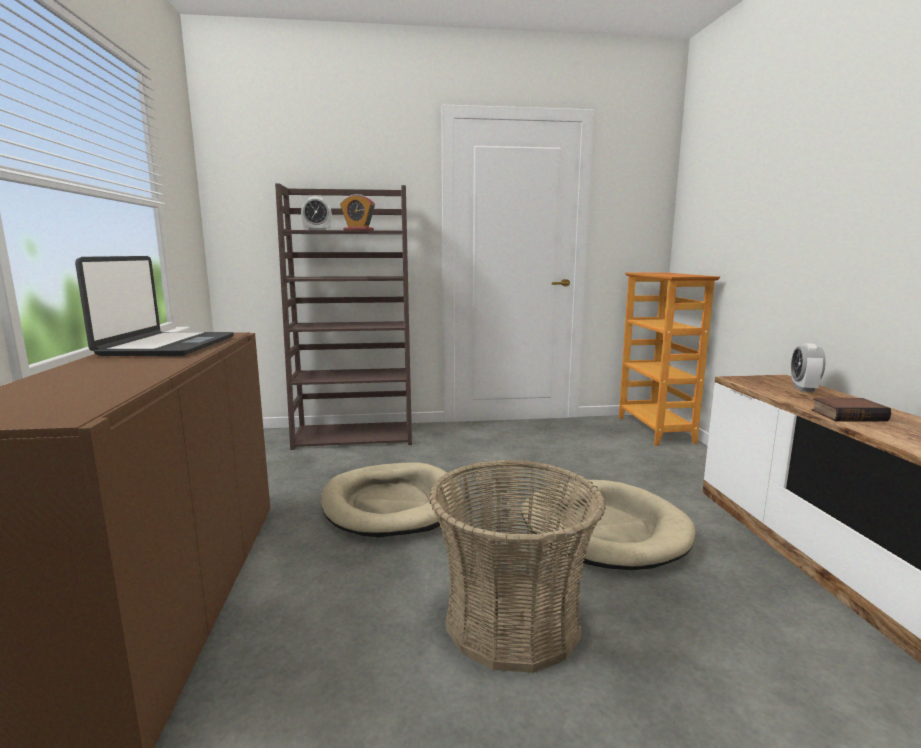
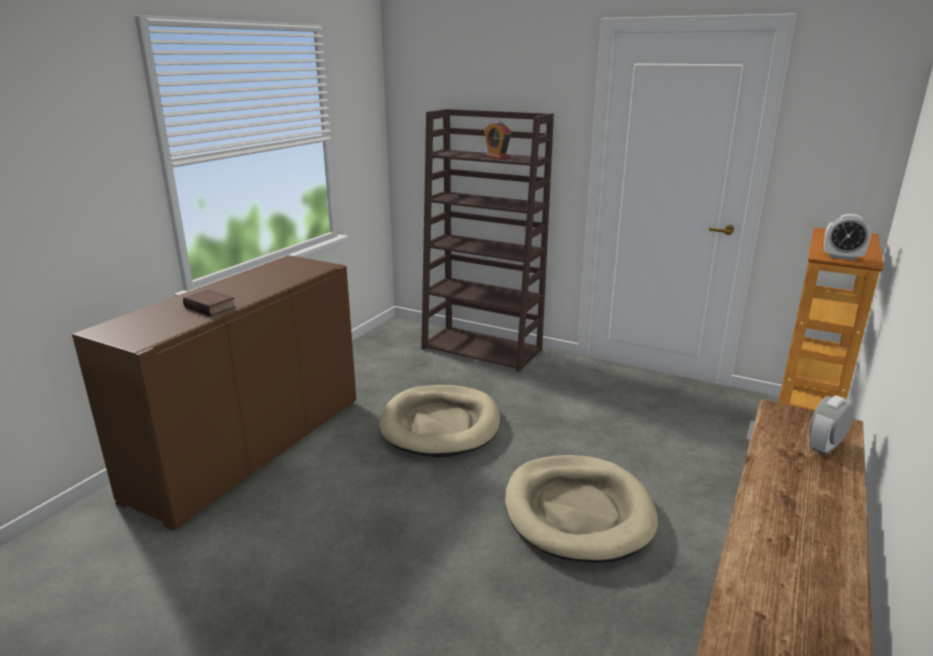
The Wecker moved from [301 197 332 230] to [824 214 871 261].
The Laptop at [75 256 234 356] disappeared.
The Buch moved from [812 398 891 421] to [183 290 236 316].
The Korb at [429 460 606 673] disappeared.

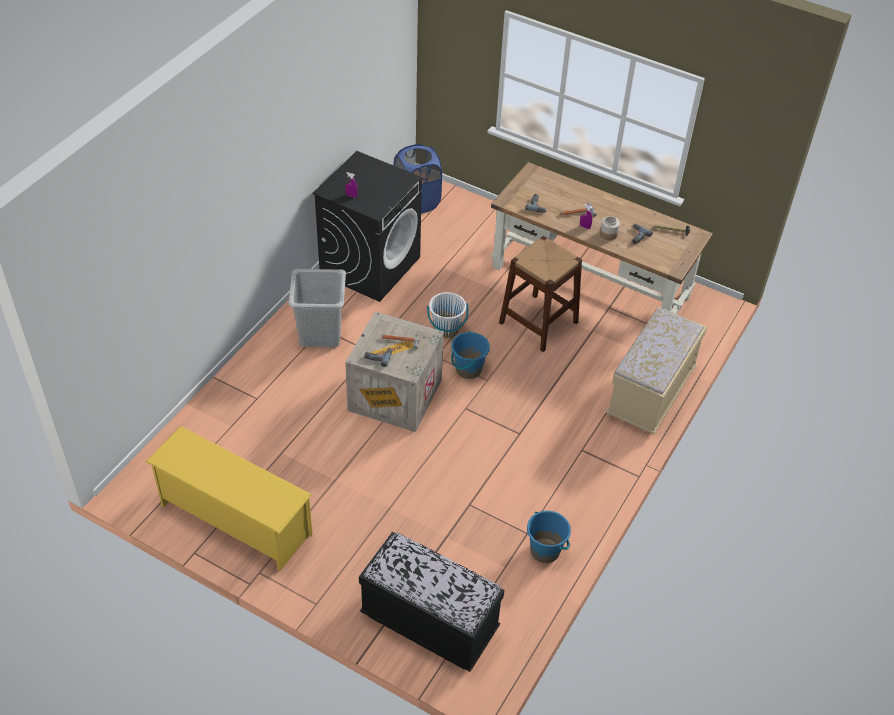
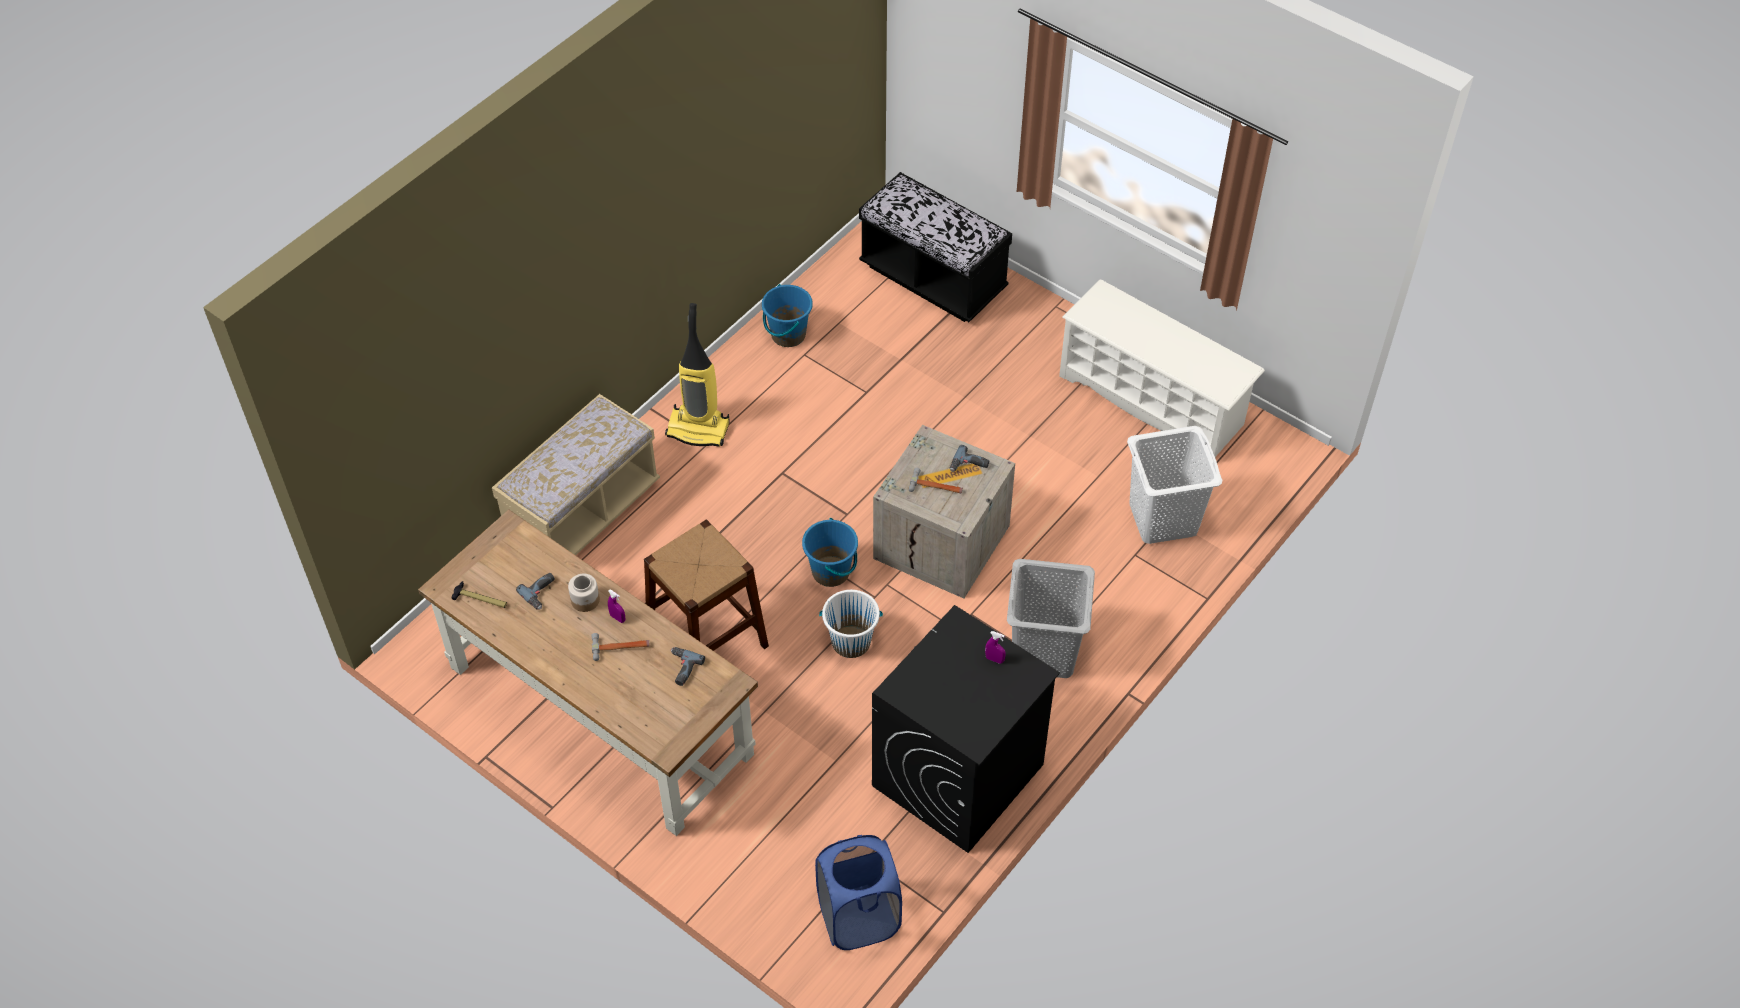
The Schuhregal/gelb at [146 426 313 571] became the Schuhregal/weiß at [1059 279 1265 458].
The Staubsauger at [665 303 730 447] appeared.
The Wäschekorb/weiß at [1127 426 1222 544] appeared.

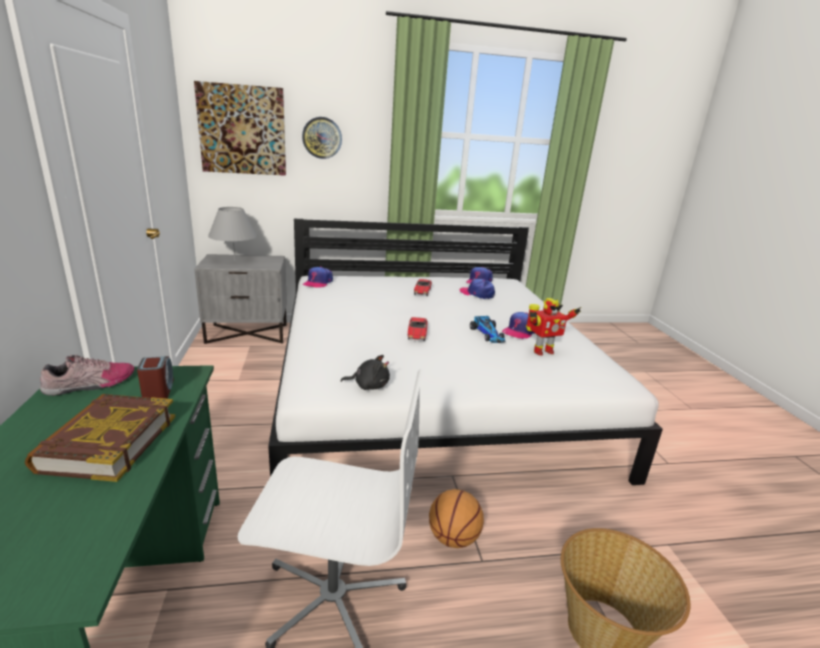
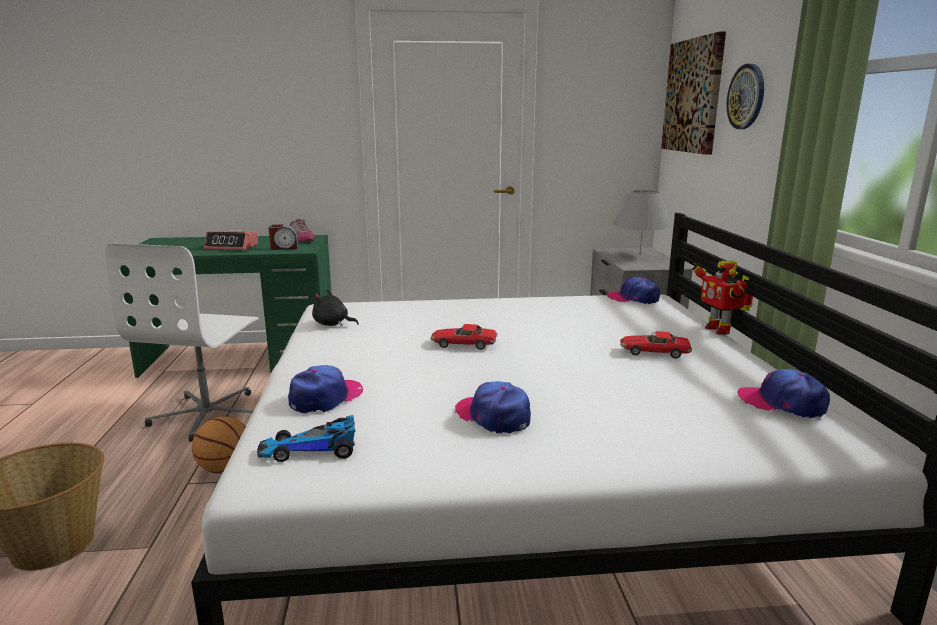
The Kappe moved from [459 279 495 299] to [288 365 363 413].
The Spielzeugroboter moved from [526 298 581 356] to [692 260 753 335].
The Spielzeugauto moved from [470 316 506 343] to [257 415 356 462].
The Plüschtier/schwarz at [341 355 390 390] turned 105 degrees clockwise.
The Buch at [25 394 175 482] was replaced by the Wecker at [204 230 258 250].

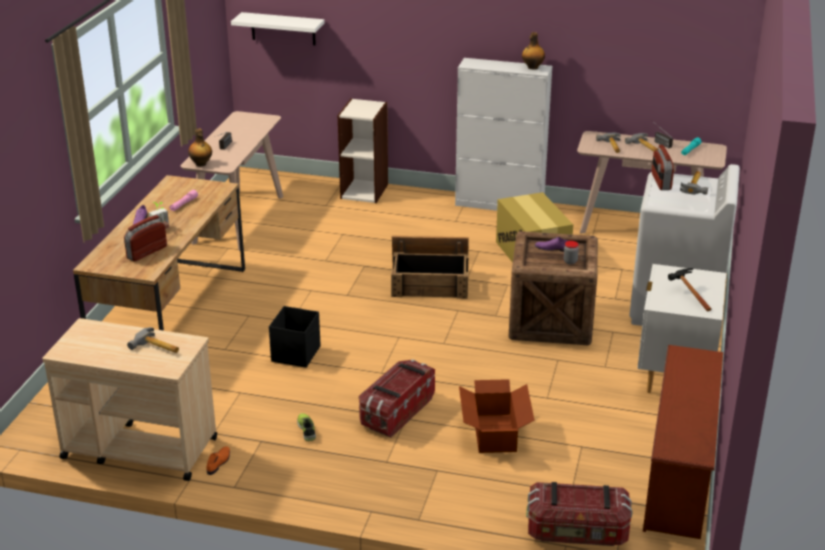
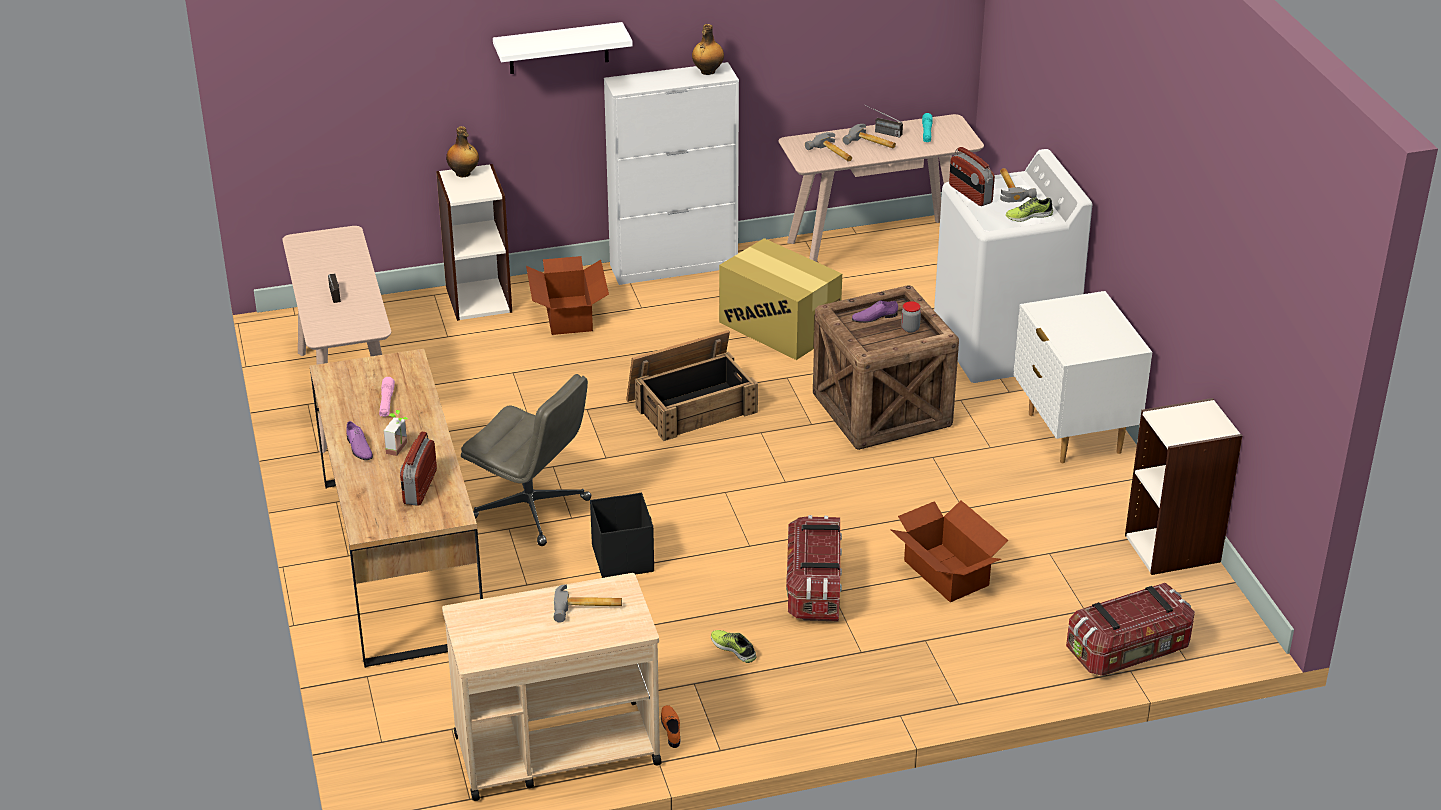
The Wandregal/weiß moved from [231 12 324 45] to [493 22 633 74].
The Flasche moved from [188 129 212 166] to [446 126 479 177].
The Hammer at [668 268 711 312] disappeared.
The Schuhregal/braun at [643 345 723 539] was replaced by the Bücherregal at [1125 398 1242 575].
The Schuh at [1006 197 1053 222] appeared.
The Karton at [526 256 609 335] appeared.
The Bürostuhl/grau at [461 374 592 546] appeared.

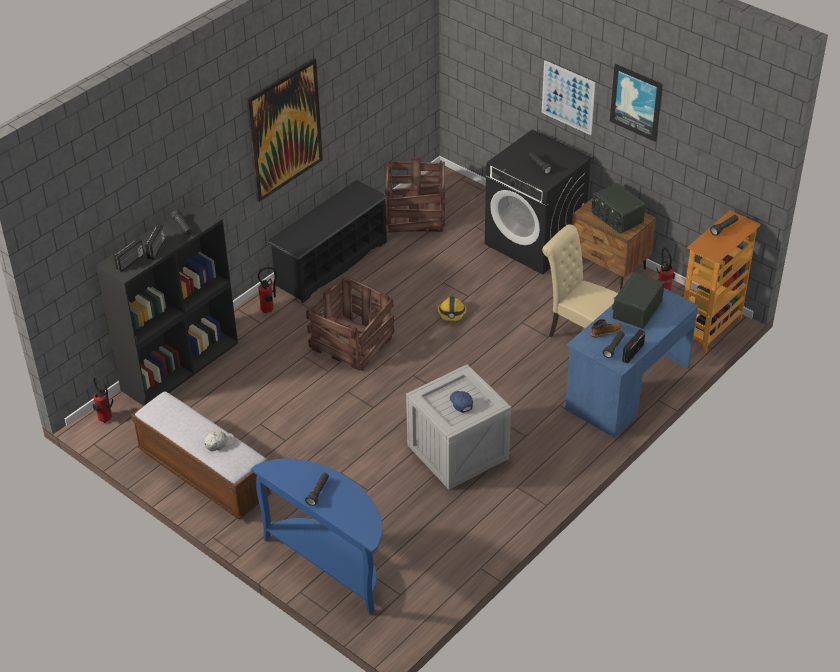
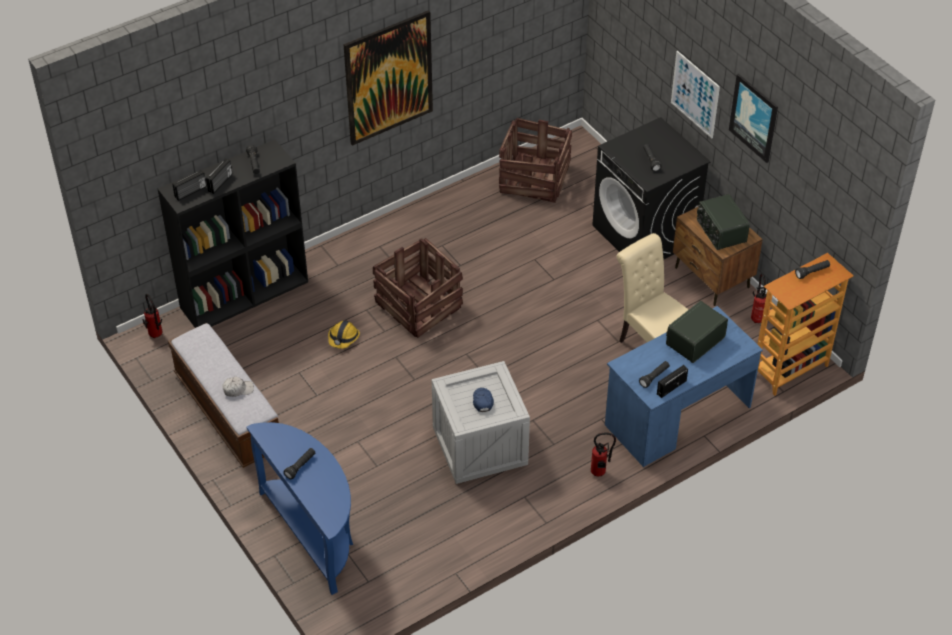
The Schuhregal/schwarz at [266 180 388 303] disappeared.
The Feuerlöscher moved from [258 267 277 313] to [591 432 616 476].
The Schutzhelm moved from [438 296 467 321] to [328 320 360 349].
The Stiefel at [590 319 623 338] disappeared.

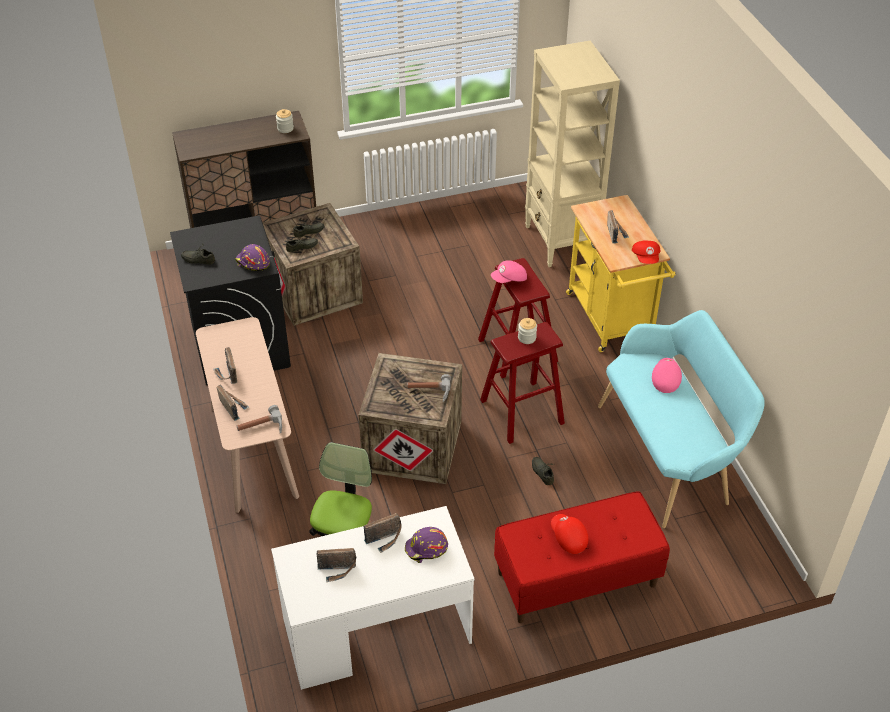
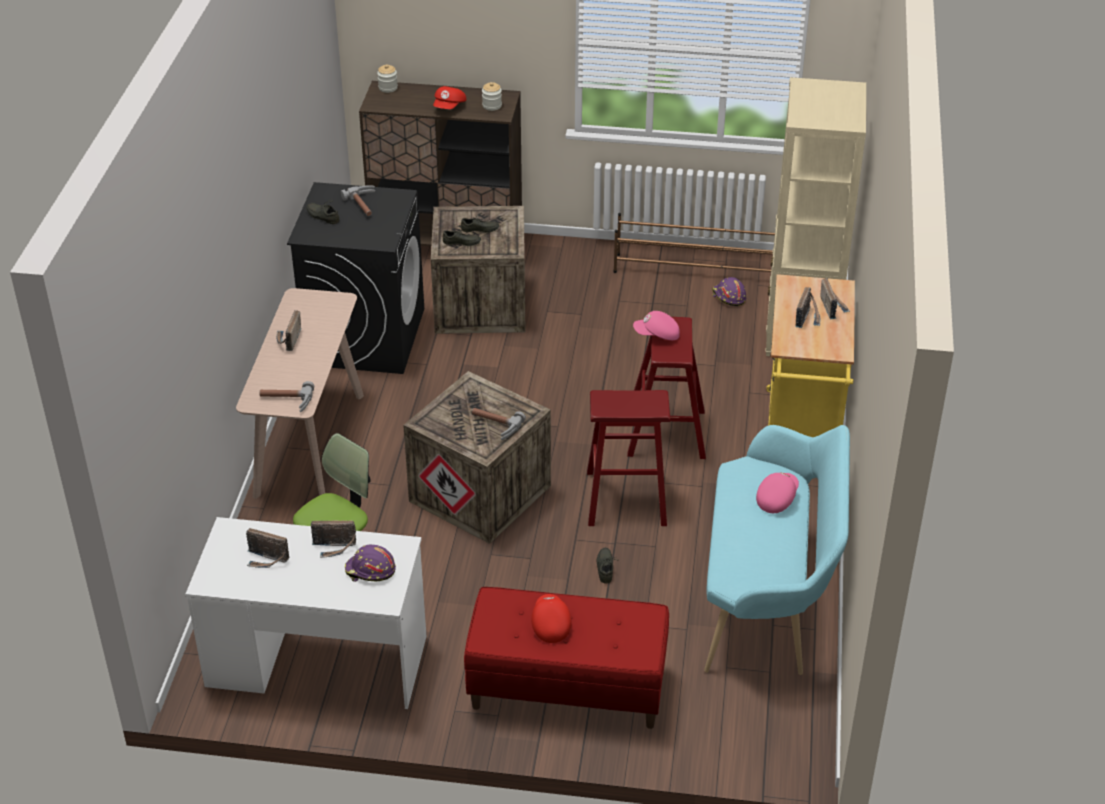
The Kappe/rot moved from [632 240 661 264] to [433 86 467 109].
The Schutzhelm/lila moved from [235 244 270 271] to [712 277 746 306].
The Vorratsglas moved from [518 318 537 344] to [377 64 398 93].
The Radio moved from [216 384 249 421] to [820 278 850 319].
The Hammer at [341 185 375 216] appeared.
The Schuhregal/braun at [613 213 775 273] appeared.

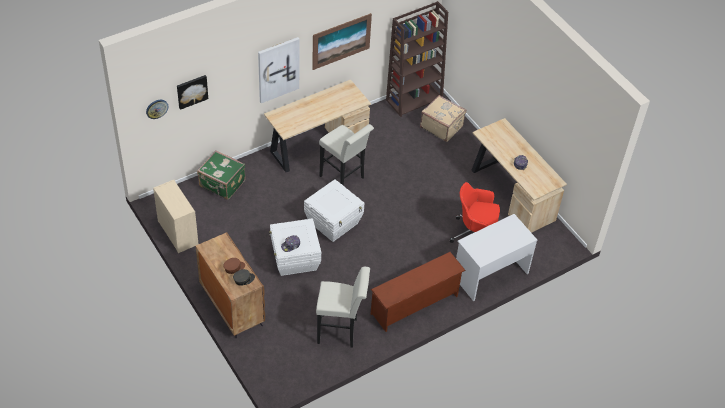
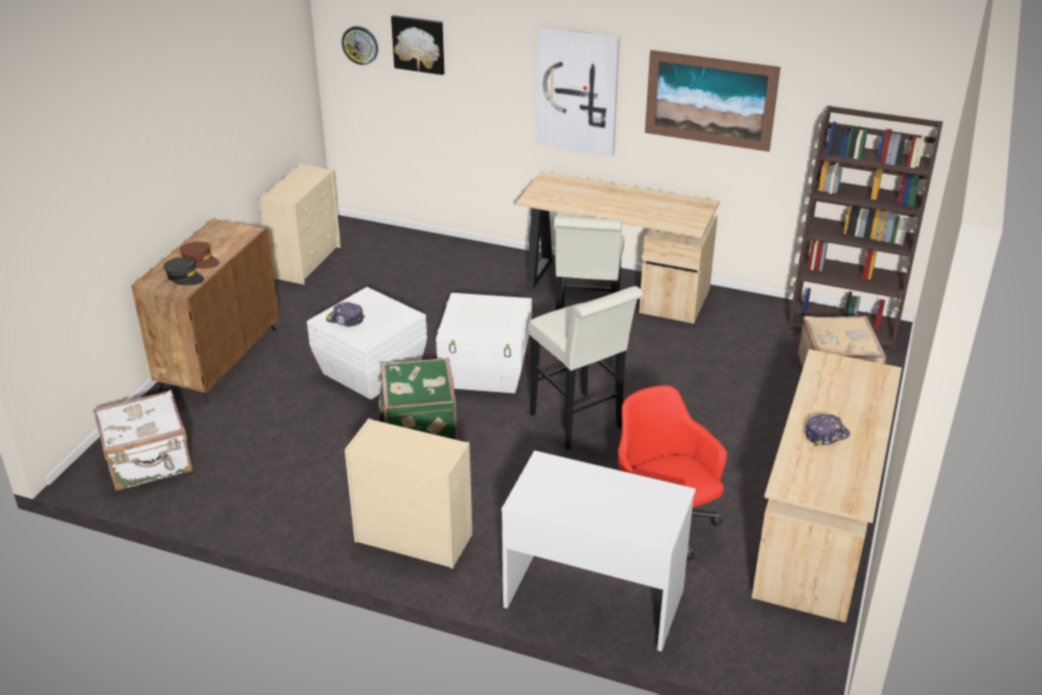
The Koffer/grün moved from [197 151 246 200] to [378 358 458 440].
The Schuhregal/braun at [371 252 466 332] was replaced by the Kommode/beige at [345 418 472 569].
The Hocker/weiß moved from [316 267 370 348] to [529 286 643 450].
The Koffer/weiß at [93 390 193 491] appeared.

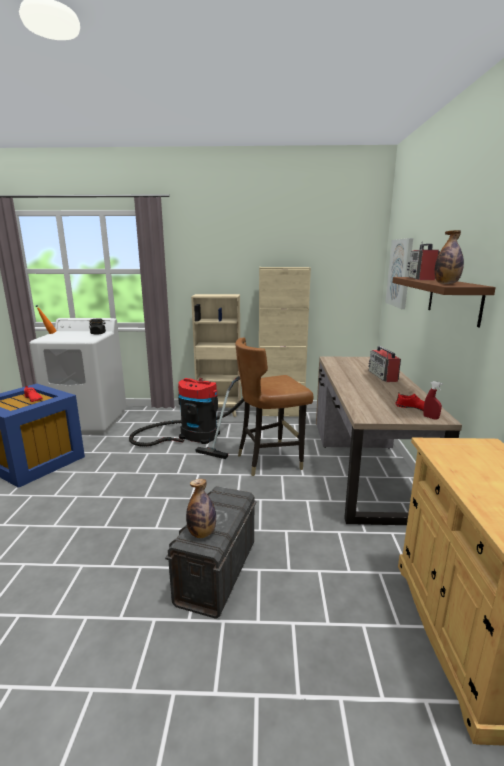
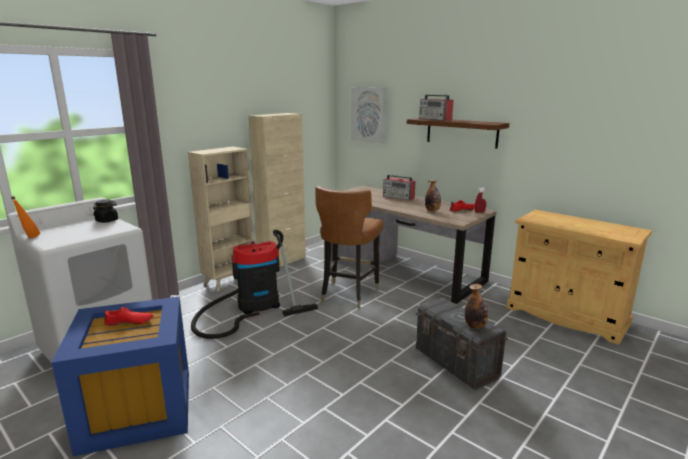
The Flasche moved from [434 230 464 284] to [425 180 441 211].

